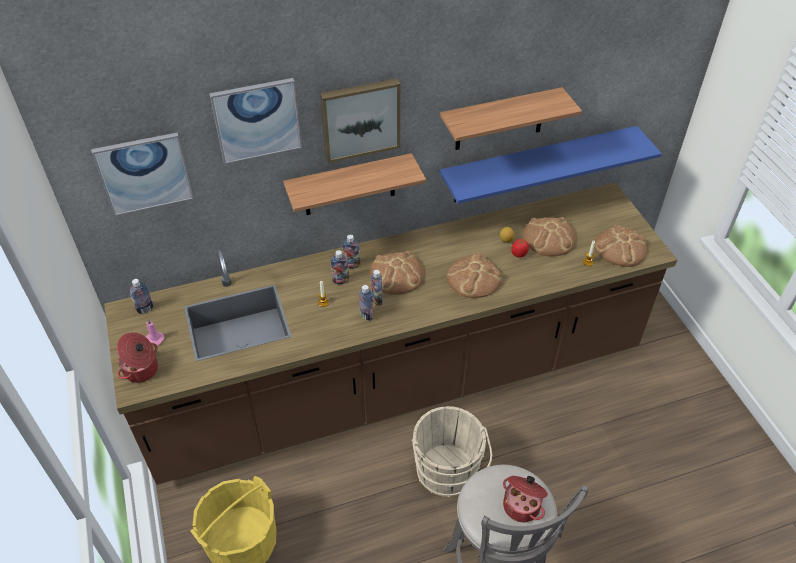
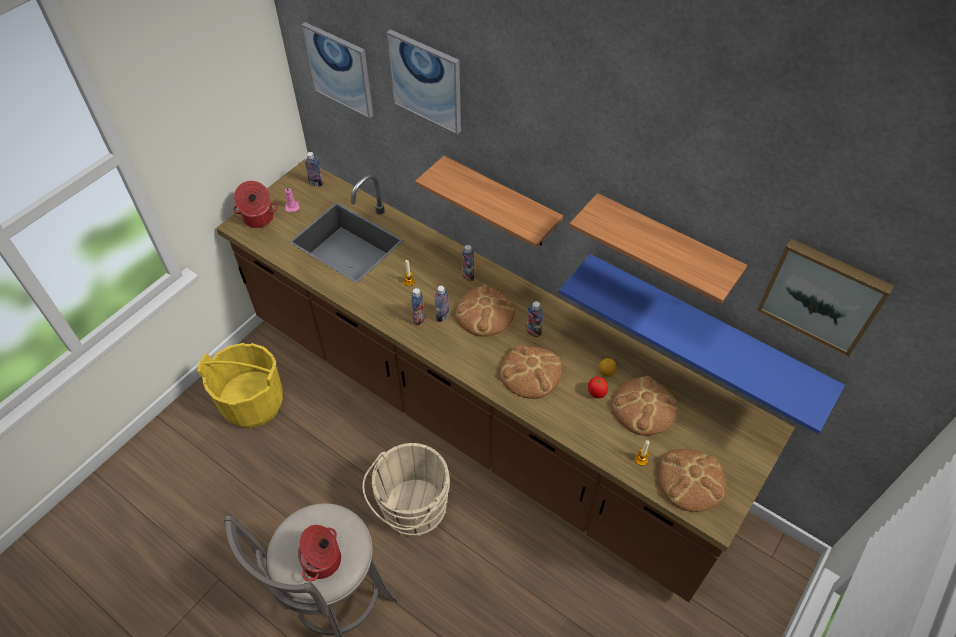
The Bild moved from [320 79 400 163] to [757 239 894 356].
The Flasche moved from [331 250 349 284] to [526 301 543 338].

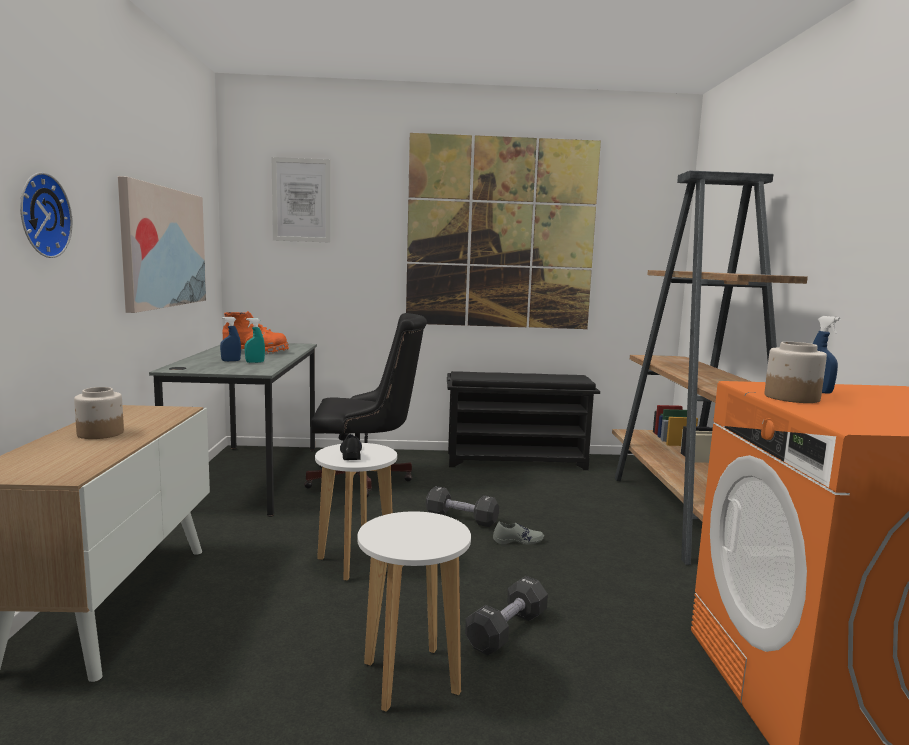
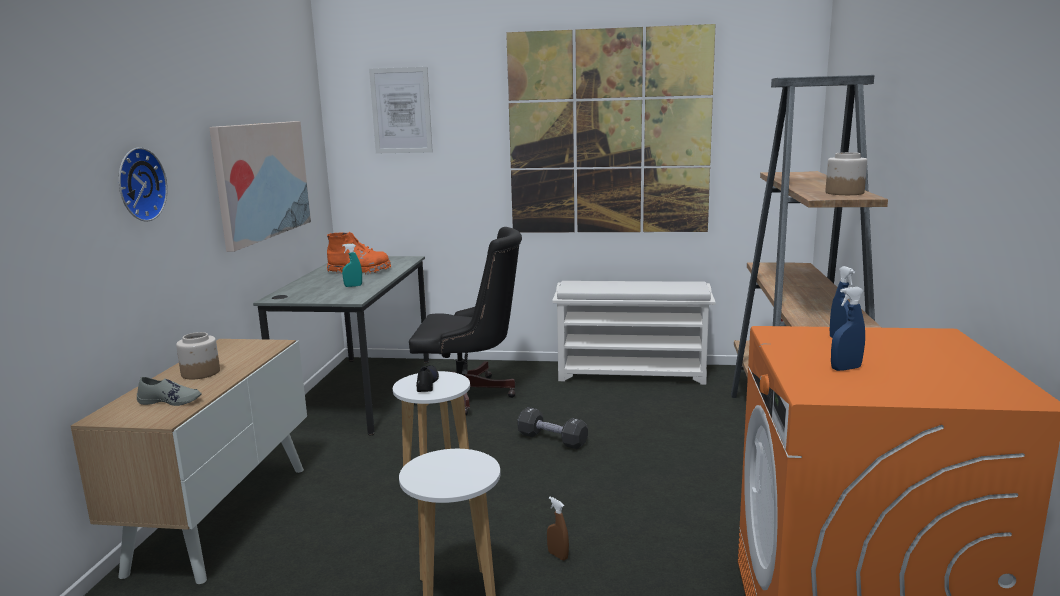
The Sprühflasche/blau moved from [220 317 241 361] to [831 287 865 371].
The Vorratsglas moved from [765 342 827 403] to [826 152 867 195].
The Schuhregal/schwarz at [447 371 600 470] became the Schuhregal/weiß at [552 281 716 385].
The Schuh/grau moved from [493 522 544 545] to [137 377 202 406].
The Hantel/schwarz at [465 576 548 655] was replaced by the Sprühflasche/braun at [547 497 569 560].

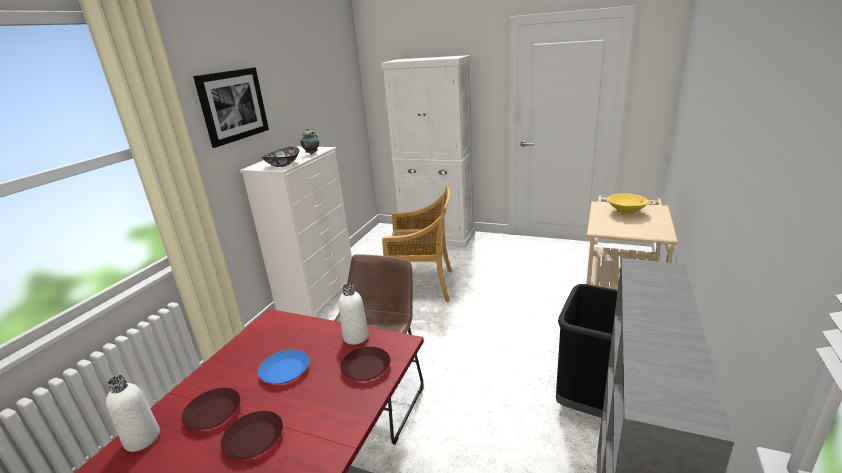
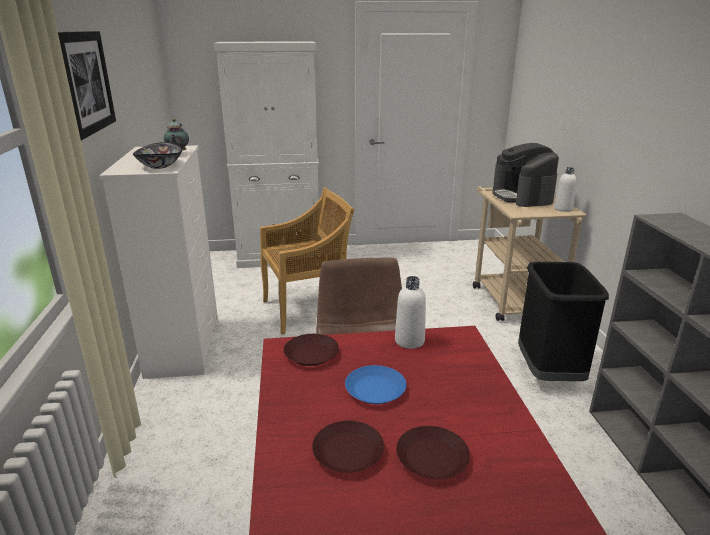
The Schüssel/gelb at [607 193 649 215] was replaced by the Kaffeemaschine at [492 143 559 207].
The Teller/braun moved from [340 347 391 381] to [284 334 339 366].
The Flasche/weiß moved from [106 375 160 452] to [554 167 577 212].

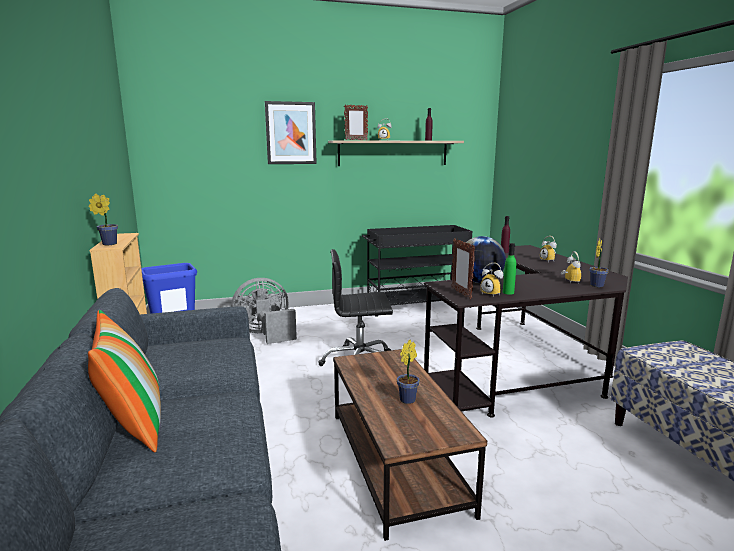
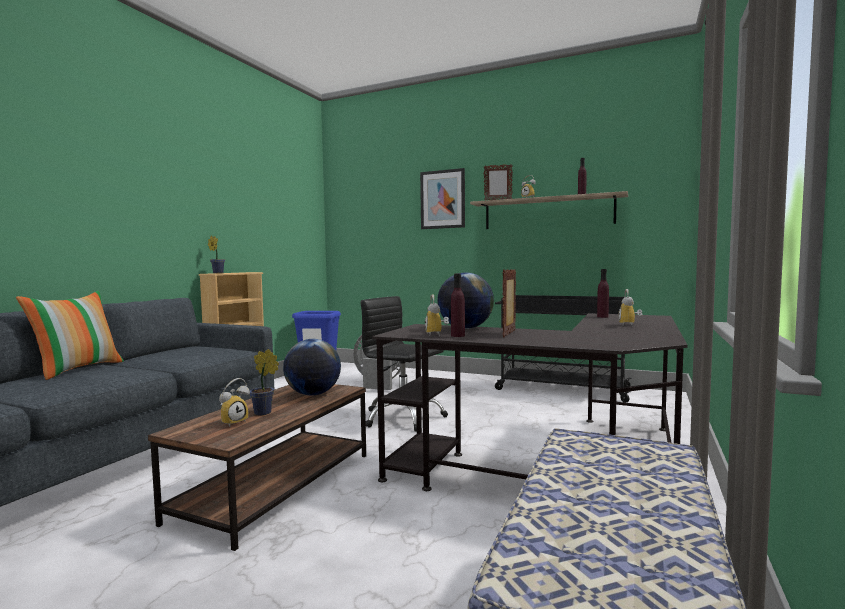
The Bilderrahmen moved from [451 238 475 299] to [502 269 516 338].
The Topfpflanze at [589 239 609 287] disappeared.
The Flasche/grün at [503 243 516 295] became the Flasche/lila at [451 274 465 337].
The Wecker moved from [561 251 581 284] to [219 378 250 427].
The Globus at [283 339 341 396] appeared.

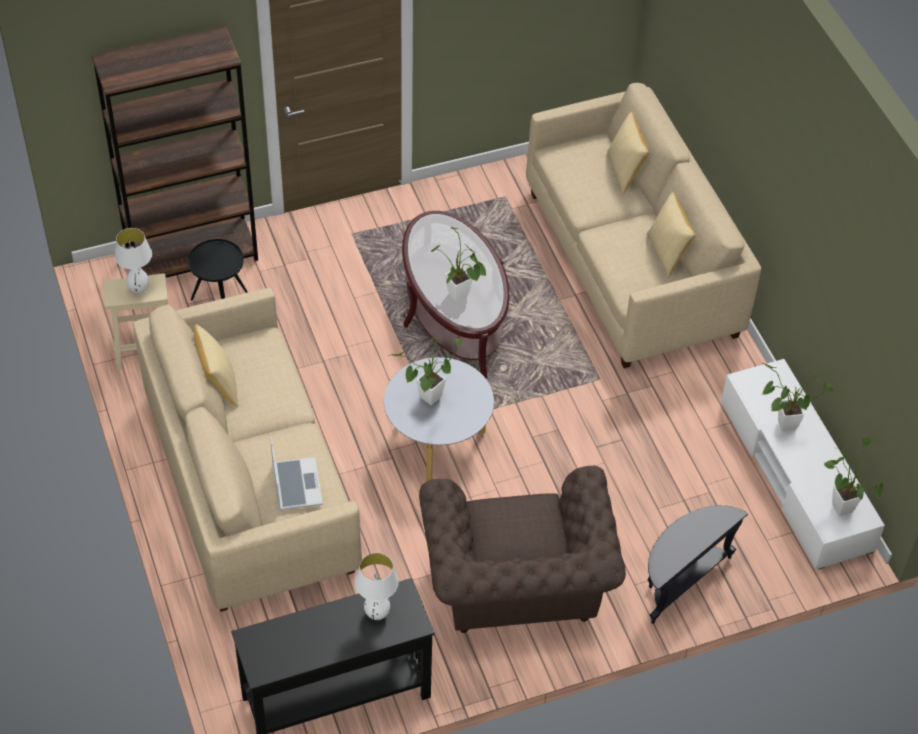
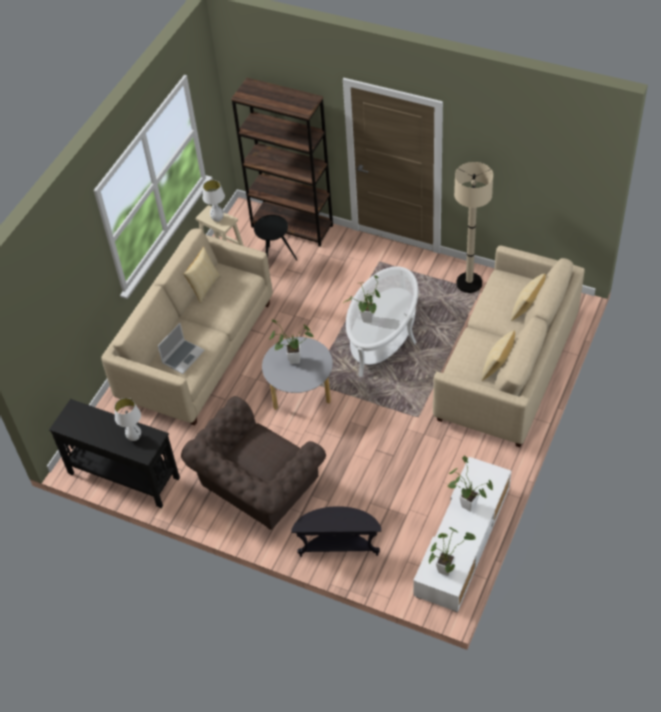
The Couchtisch/braun at [402 211 510 378] became the Couchtisch/weiß at [346 266 419 377].
The Stehlampe/beige at [454 162 493 293] appeared.

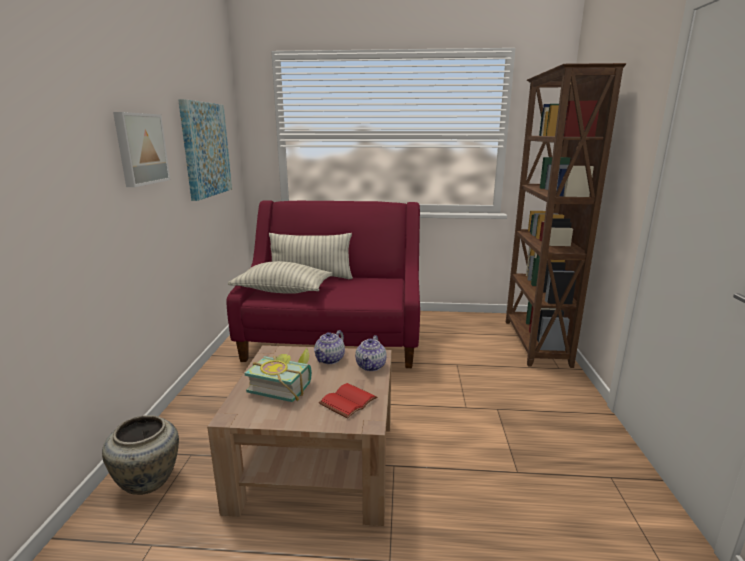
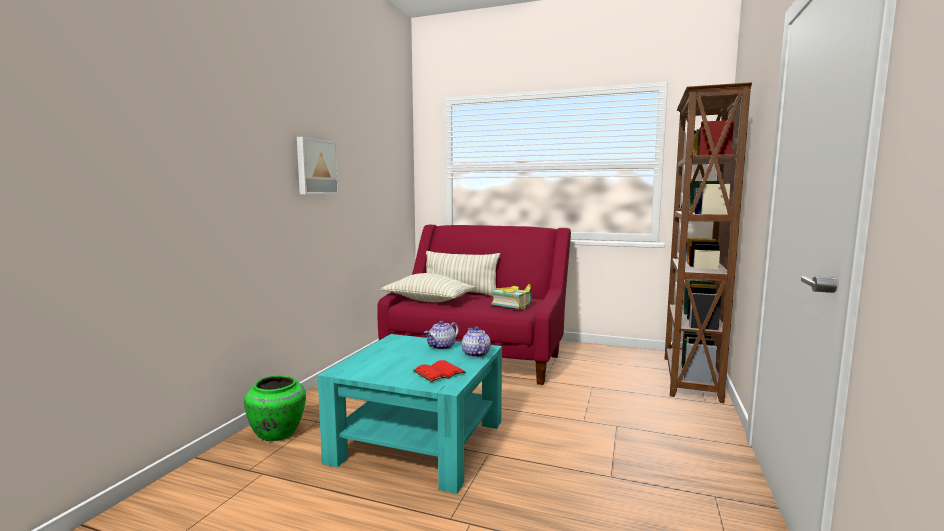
The Bild at [178 99 232 201] disappeared.
The Teekanne at [355 335 387 371] turned 135 degrees clockwise.
The Couchtisch/braun at [207 345 392 526] became the Couchtisch/türkis at [318 334 502 494].
The Buch moved from [245 348 312 402] to [491 284 531 310].
The Vase/beige at [102 415 179 495] became the Vase/grün at [244 376 306 441].

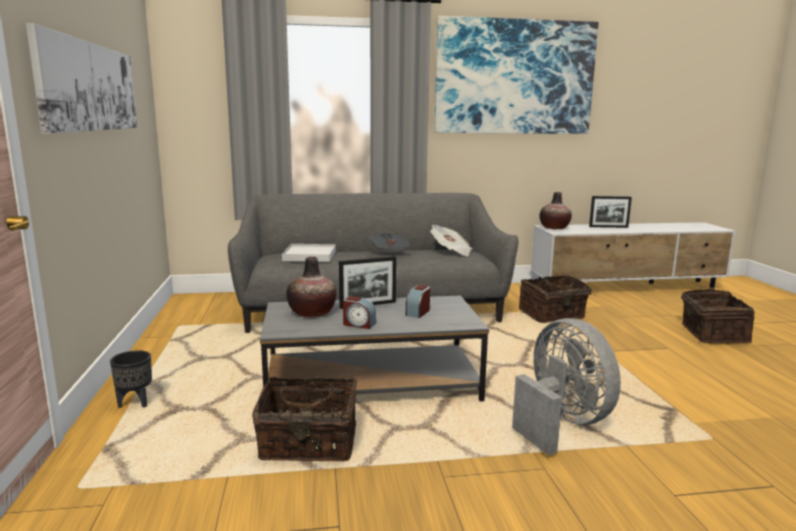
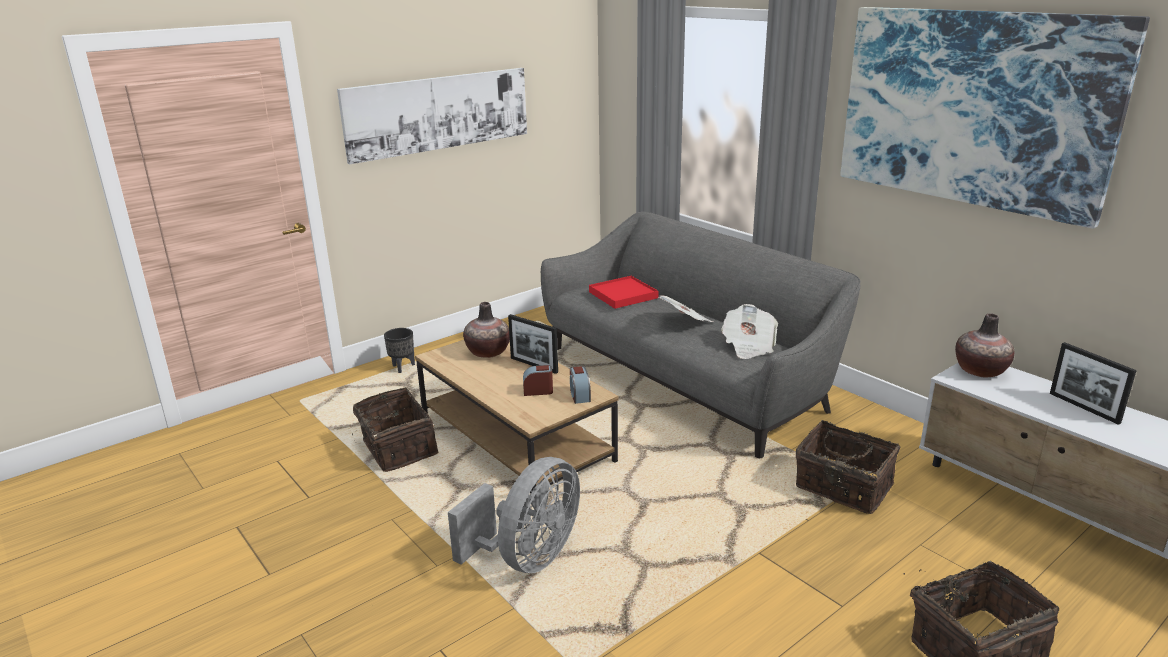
The Tablett/weiß at [282 244 336 262] became the Tablett/rot at [589 276 658 309].
The Couchtisch/grau at [260 296 489 401] became the Couchtisch/braun at [415 340 619 494].
The Wecker moved from [343 296 376 329] to [570 366 591 404].

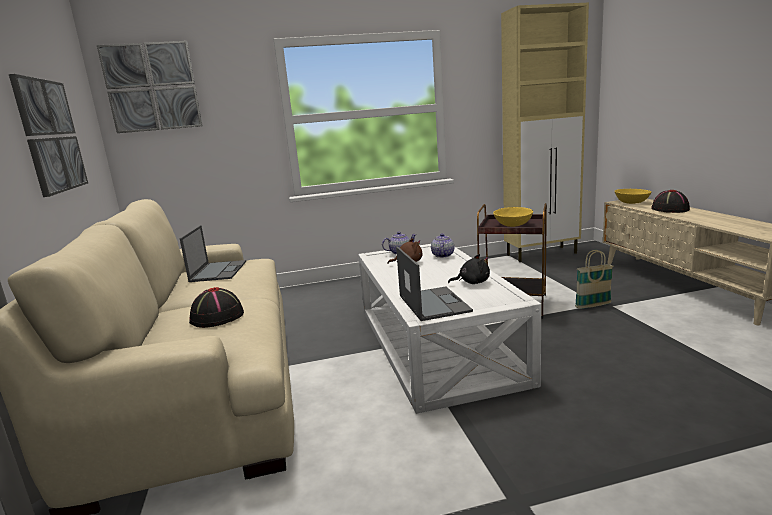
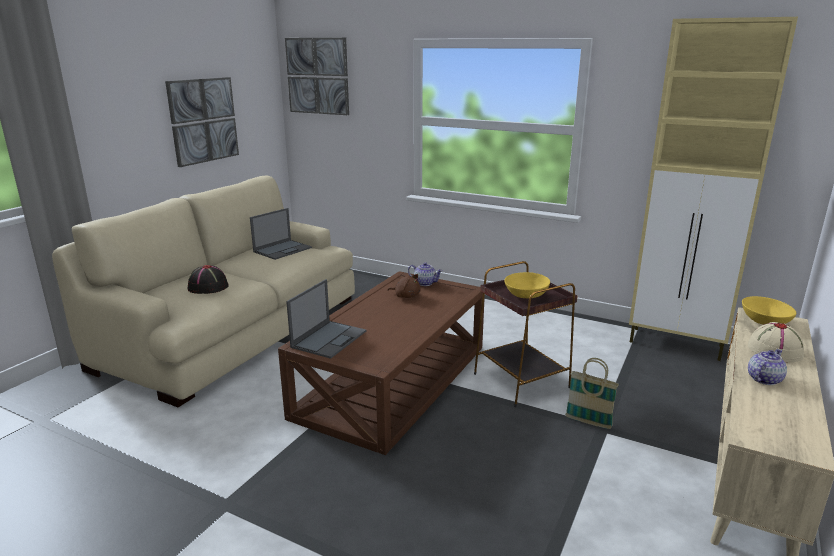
The Hut/schwarz at [651 190 690 213] became the Hut/beige at [748 322 804 363].
The Teekanne moved from [431 233 454 258] to [748 349 787 385].
The Couchtisch/weiß at [358 244 541 414] became the Couchtisch/braun at [278 271 485 455].
The Plüschtier/schwarz at [448 254 490 284] disappeared.

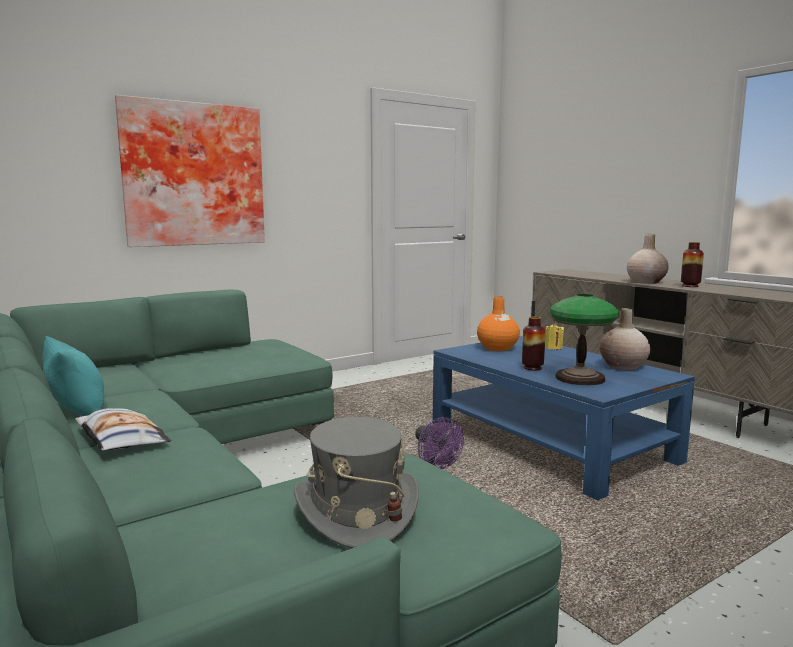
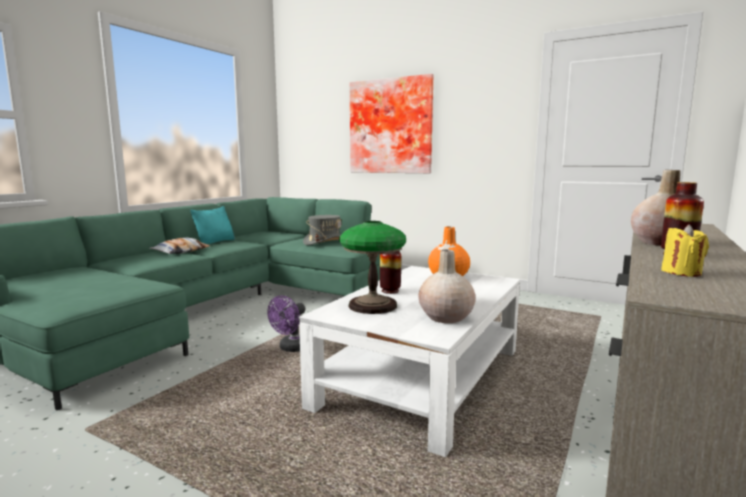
The Kerze/gelb moved from [545 323 564 350] to [661 224 709 277].
The Couchtisch/blau at [433 336 695 500] became the Couchtisch/weiß at [299 266 520 457].
The Hut/grau moved from [294 417 419 548] to [303 215 342 245].

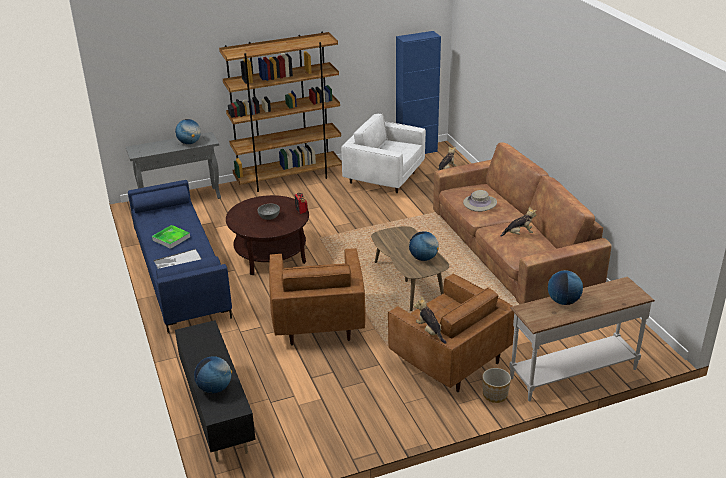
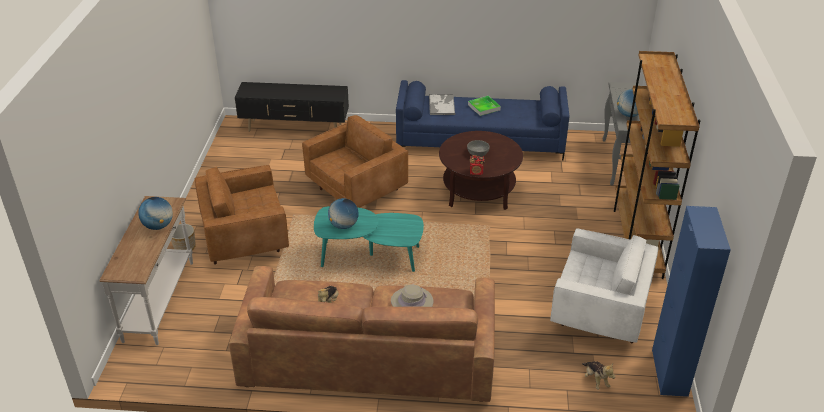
The Sessel/weiß at [341 114 426 193] turned 60 degrees clockwise.
The Couchtisch/braun at [371 226 449 311] became the Couchtisch/türkis at [314 206 424 272].
The Sessel/braun at [269 248 366 346] turned 120 degrees clockwise.
The Plüschtier at [414 296 447 344] disappeared.
The Globus at [194 356 232 394] disappeared.

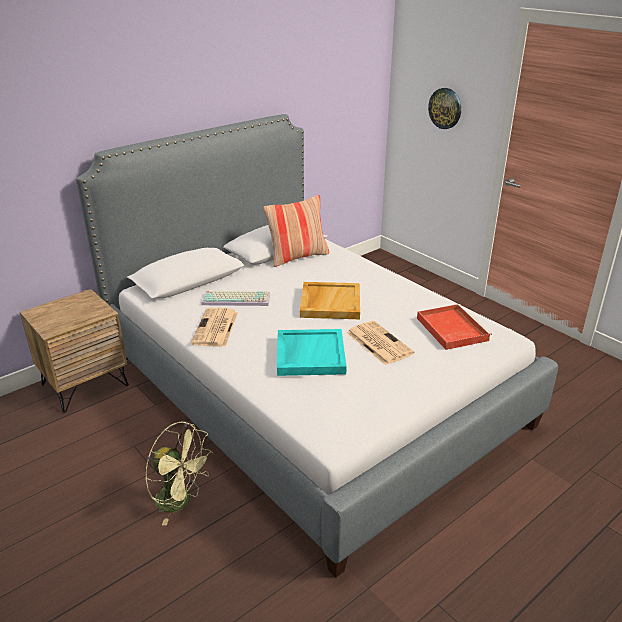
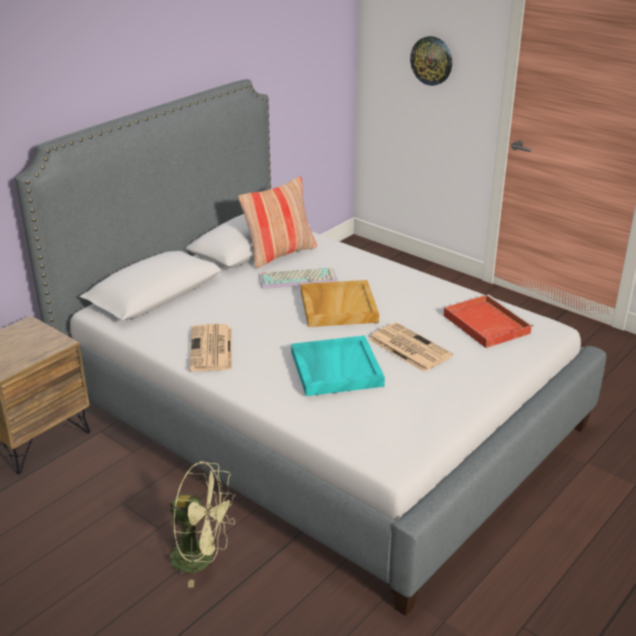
The Tastatur moved from [201 291 270 306] to [259 267 338 289].

